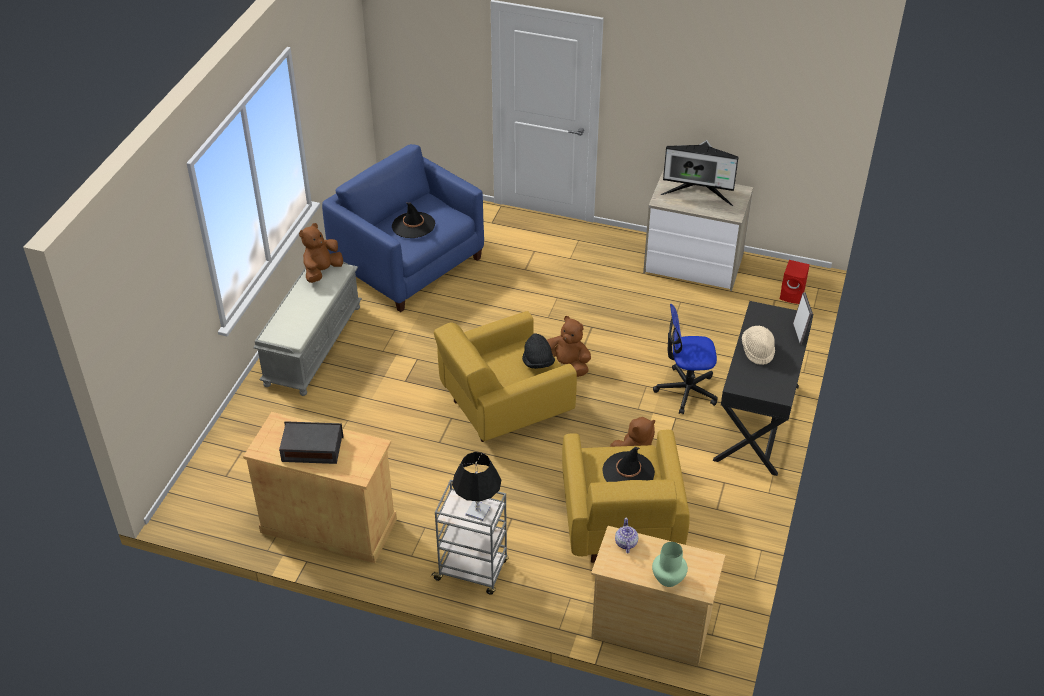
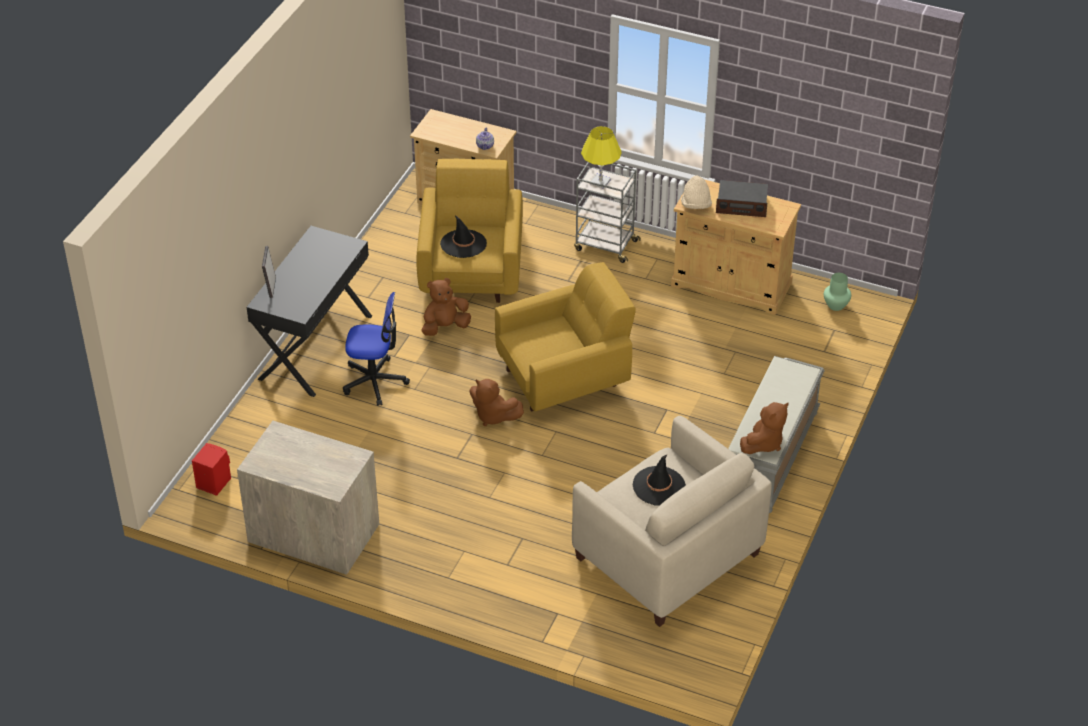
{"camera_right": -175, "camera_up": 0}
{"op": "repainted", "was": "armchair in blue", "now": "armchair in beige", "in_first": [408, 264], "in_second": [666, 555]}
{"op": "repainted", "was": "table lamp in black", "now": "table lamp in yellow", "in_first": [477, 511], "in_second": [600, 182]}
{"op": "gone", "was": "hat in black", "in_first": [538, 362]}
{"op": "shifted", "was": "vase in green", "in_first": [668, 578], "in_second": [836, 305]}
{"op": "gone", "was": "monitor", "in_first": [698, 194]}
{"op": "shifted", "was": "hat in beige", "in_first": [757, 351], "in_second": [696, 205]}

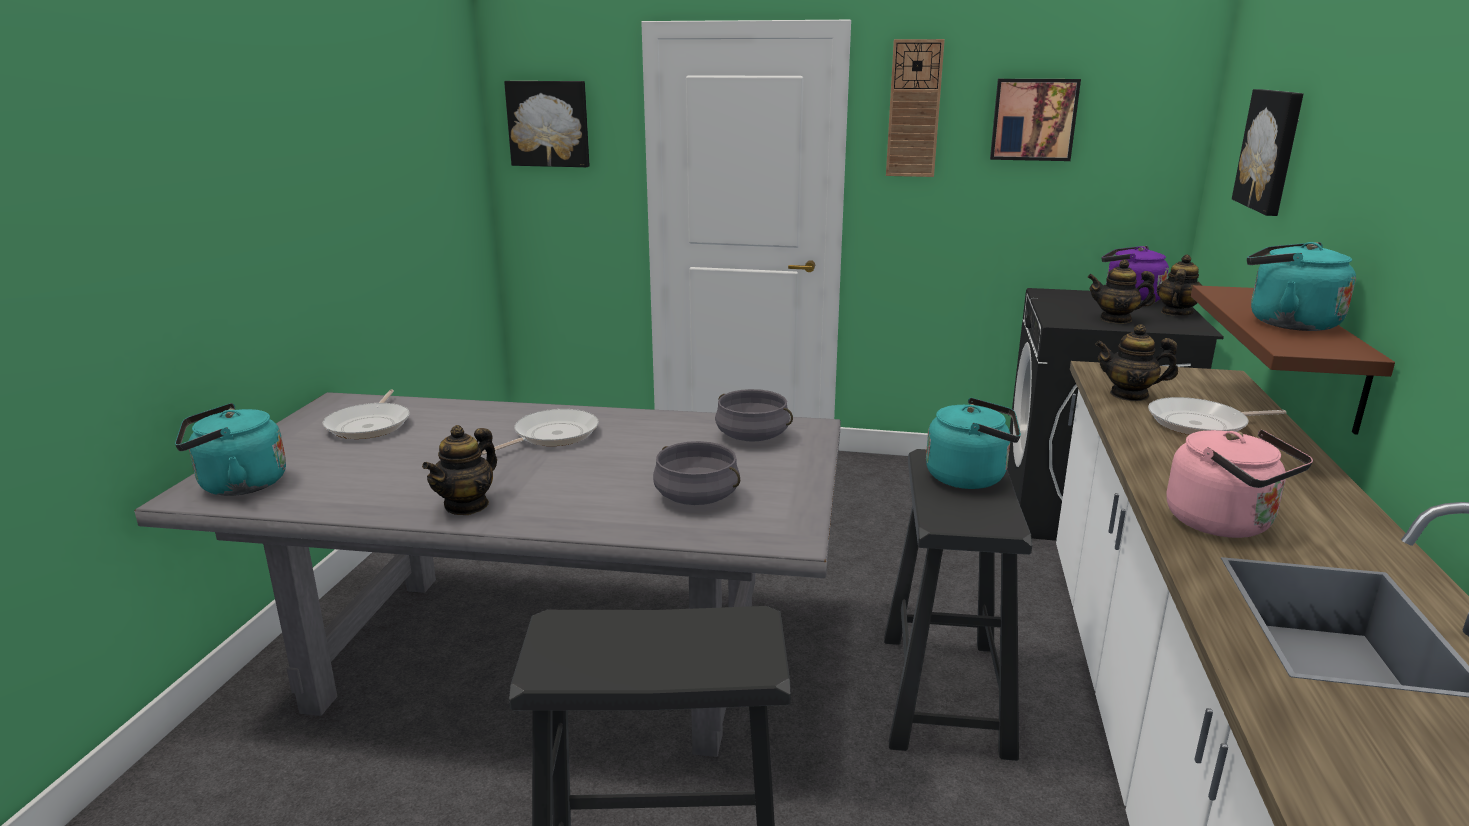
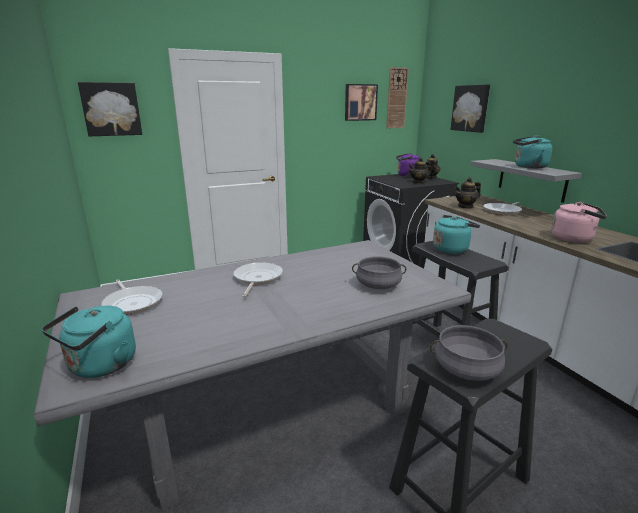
{"camera_right": -35, "camera_up": 0}
{"op": "gone", "was": "teapot", "in_first": [467, 505]}
{"op": "shifted", "was": "cooking pot in grey", "in_first": [752, 436], "in_second": [466, 369]}
{"op": "shifted", "was": "wall clock", "in_first": [914, 109], "in_second": [396, 98]}
{"op": "repainted", "was": "shelf in brown", "now": "shelf in grey", "in_first": [1323, 358], "in_second": [531, 180]}

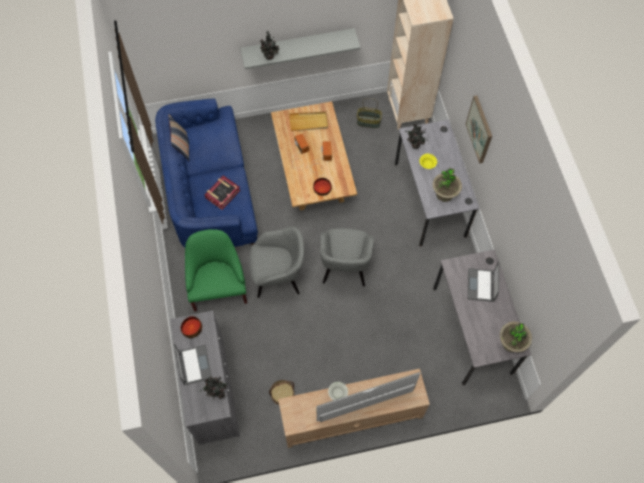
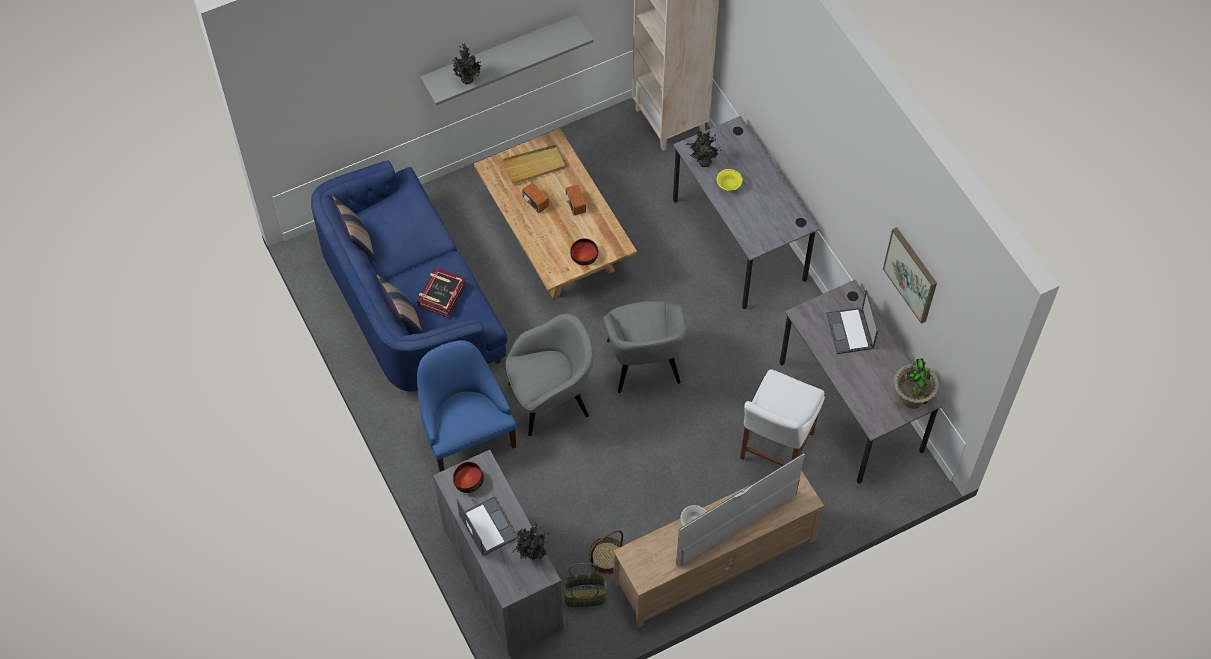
{"camera_right": -15, "camera_up": -5}
{"op": "repainted", "was": "armchair in green", "now": "armchair in blue", "in_first": [218, 287], "in_second": [466, 435]}
{"op": "shifted", "was": "basket", "in_first": [369, 122], "in_second": [585, 595]}
{"op": "gone", "was": "potted plant", "in_first": [444, 194]}
{"op": "shifted", "was": "picture", "in_first": [480, 129], "in_second": [911, 274]}
{"op": "new", "now": "pillow", "in_second": [403, 319]}
{"op": "new", "now": "chair in white", "in_second": [774, 448]}

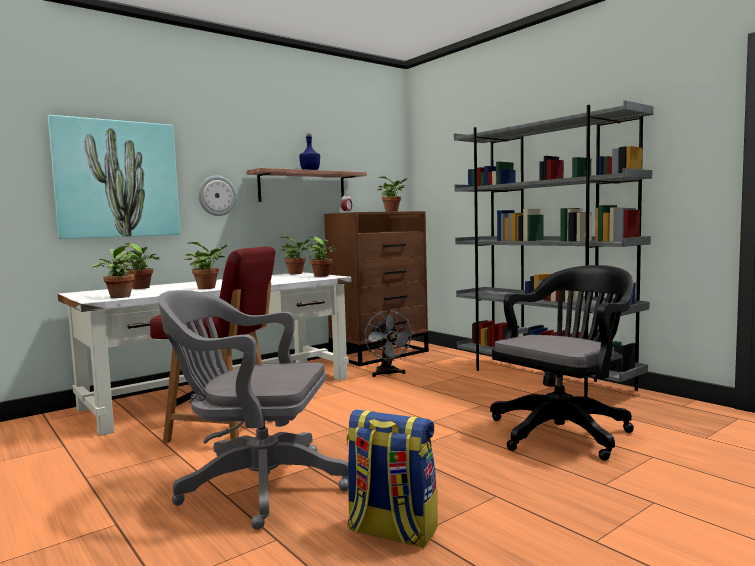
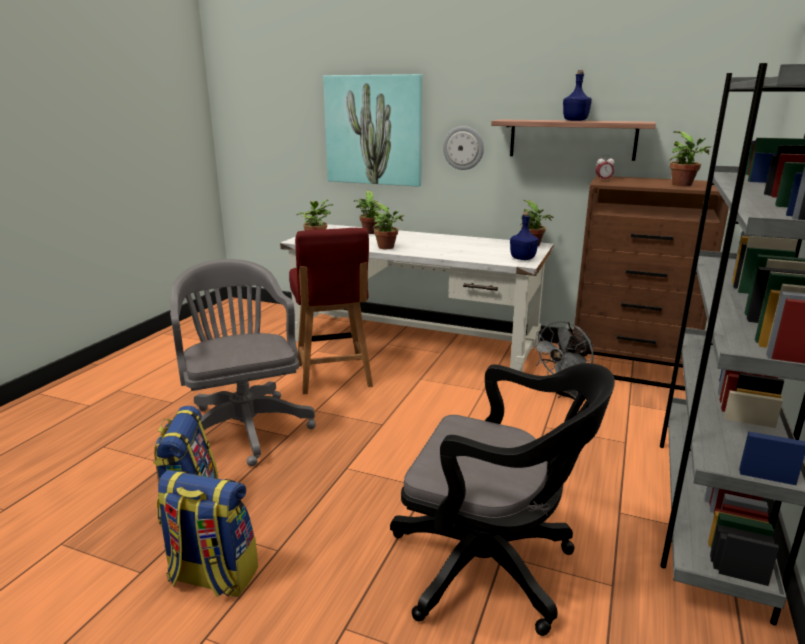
{"camera_right": 60, "camera_up": 15}
{"op": "swapped", "was": "potted plant", "now": "bottle in blue", "in_first": [323, 276], "in_second": [522, 258]}
{"op": "new", "now": "backpack", "in_second": [212, 577]}

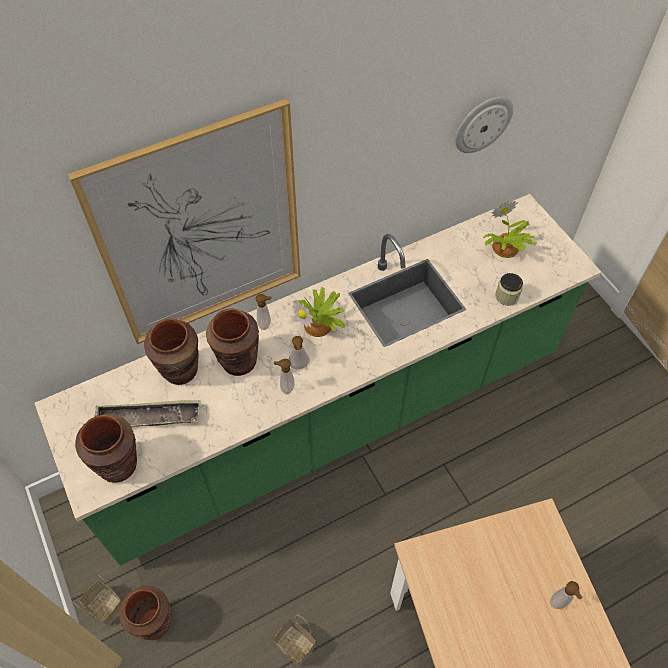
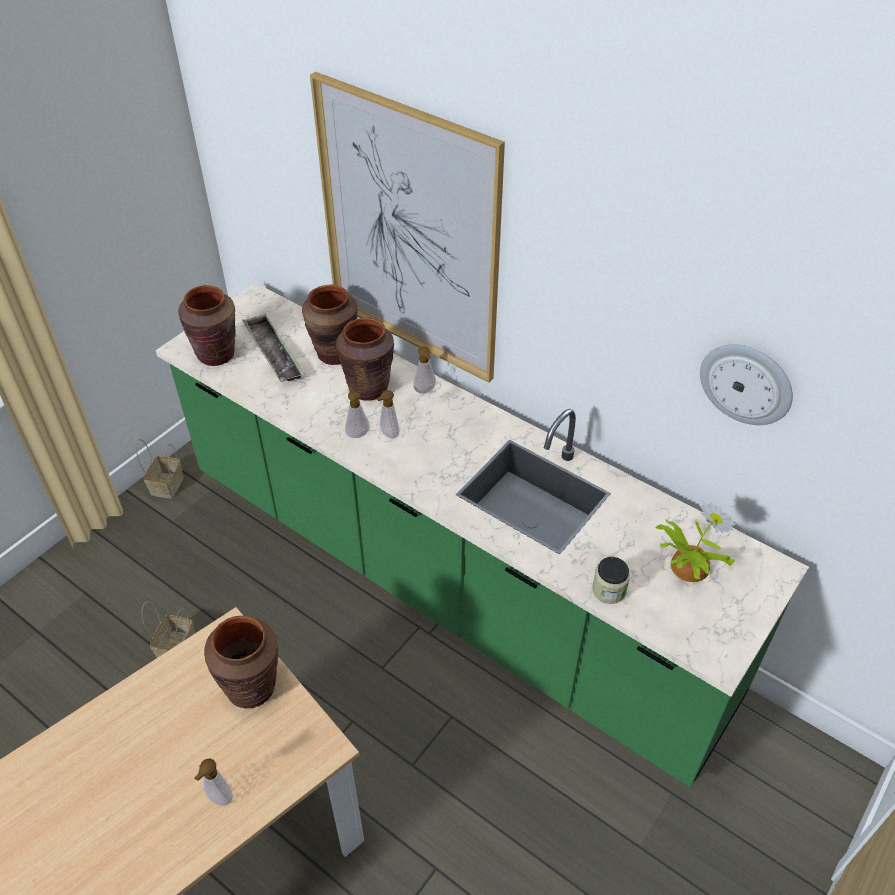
{"camera_right": 65, "camera_up": -10}
{"op": "shifted", "was": "vase in brown", "in_first": [154, 622], "in_second": [252, 687]}
{"op": "gone", "was": "potted plant", "in_first": [320, 324]}

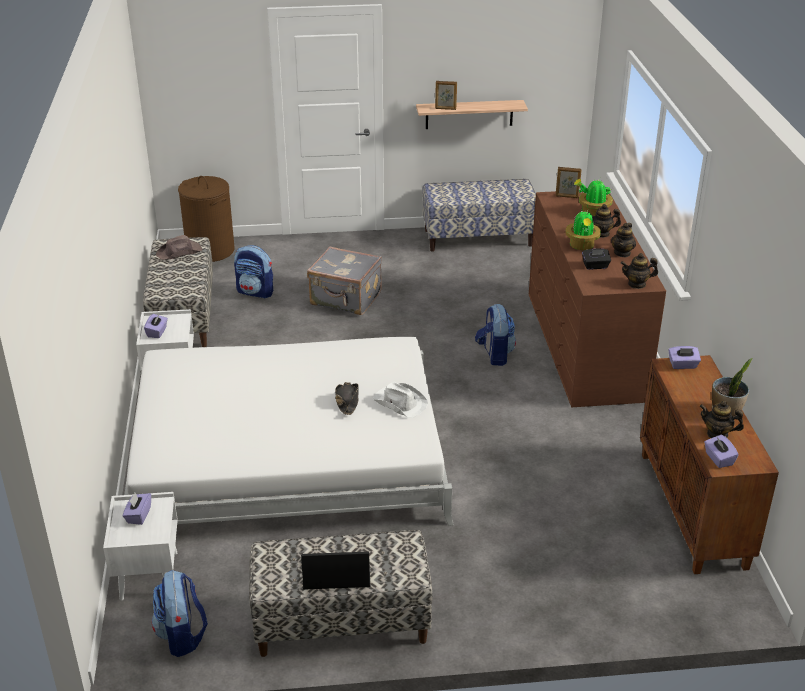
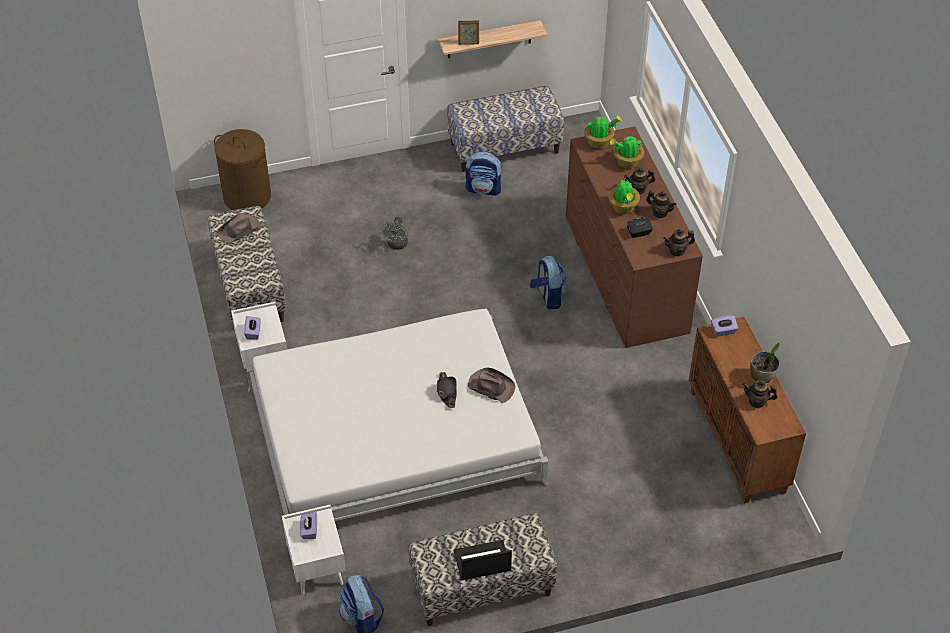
{"camera_right": -10, "camera_up": 15}
{"op": "shifted", "was": "backpack", "in_first": [256, 292], "in_second": [484, 189]}
{"op": "swapped", "was": "suitcase in grey", "now": "fan in grey", "in_first": [345, 299], "in_second": [397, 245]}
{"op": "repainted", "was": "hat in white", "now": "hat in brown", "in_first": [400, 402], "in_second": [491, 386]}
{"op": "swapped", "was": "picture frame", "now": "potted plant", "in_first": [567, 196], "in_second": [600, 142]}
{"op": "rotated", "was": "teapot", "in_first": [622, 253], "in_second": [660, 213], "clockwise": -75}
{"op": "gone", "was": "tissue box in purple", "in_first": [718, 459]}

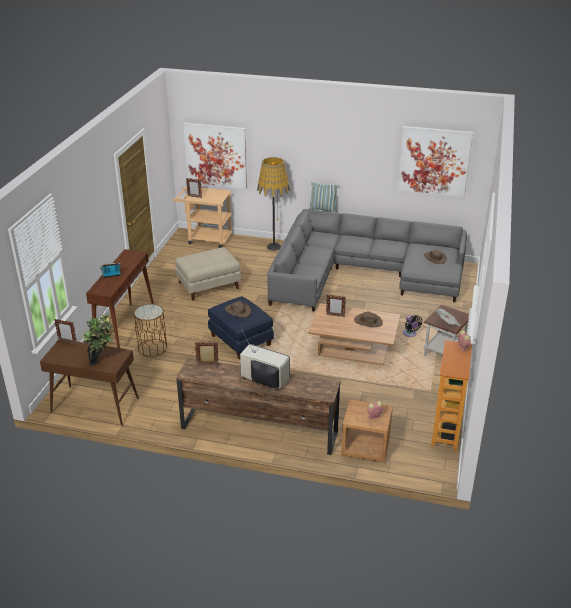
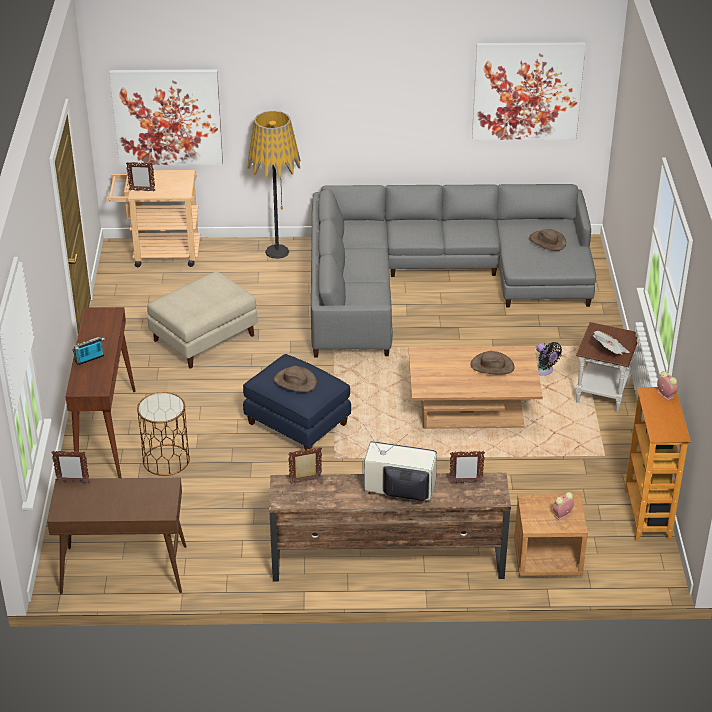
{"camera_right": -15, "camera_up": 5}
{"op": "gone", "was": "potted plant", "in_first": [102, 361]}
{"op": "gone", "was": "pillow", "in_first": [322, 209]}
{"op": "shifted", "was": "picture frame", "in_first": [335, 315], "in_second": [465, 482]}

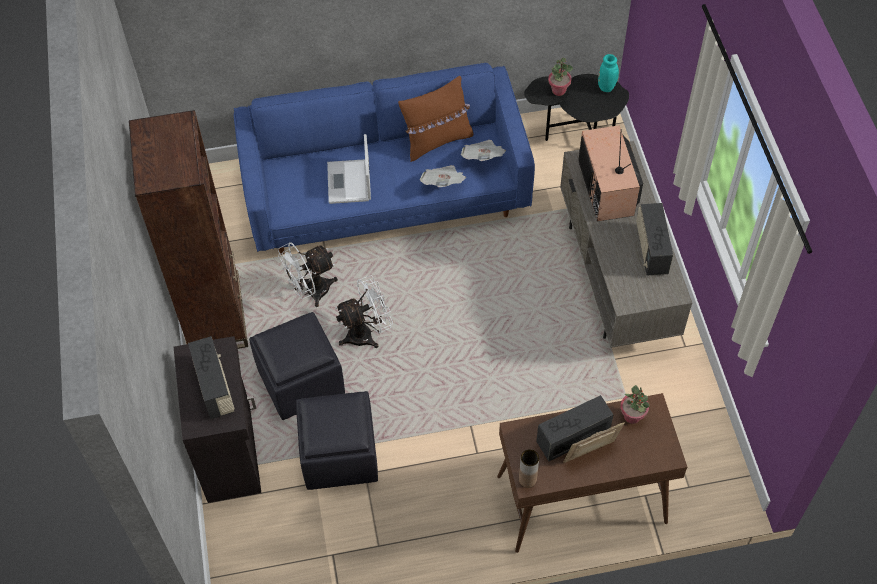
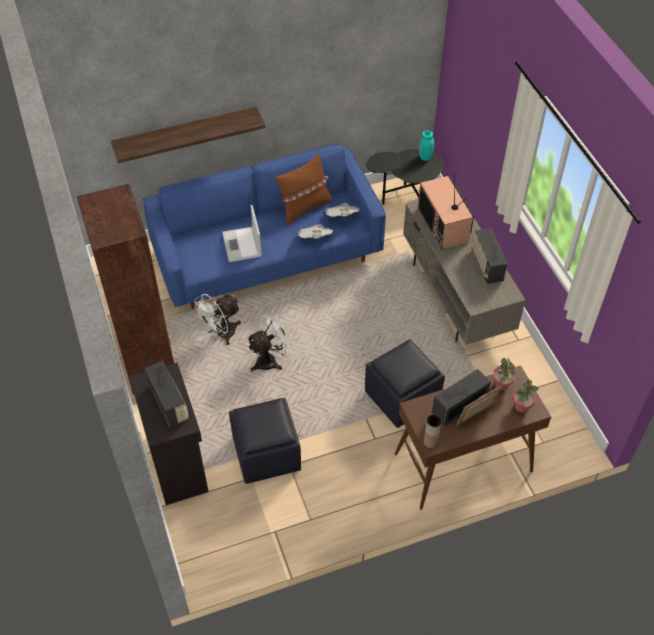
{"camera_right": -10, "camera_up": -5}
{"op": "shifted", "was": "ottoman in black", "in_first": [301, 380], "in_second": [402, 396]}
{"op": "shifted", "was": "potted plant", "in_first": [558, 90], "in_second": [521, 407]}
{"op": "new", "now": "shelf", "in_second": [186, 134]}

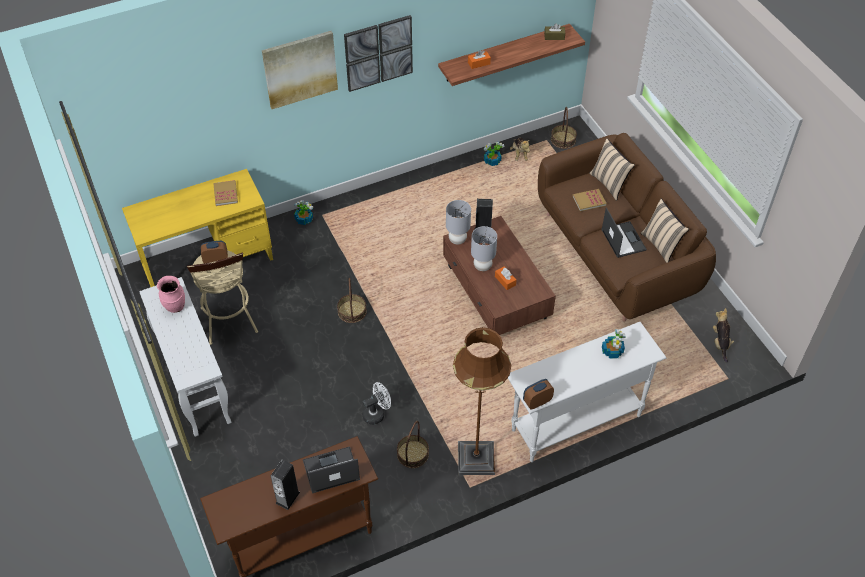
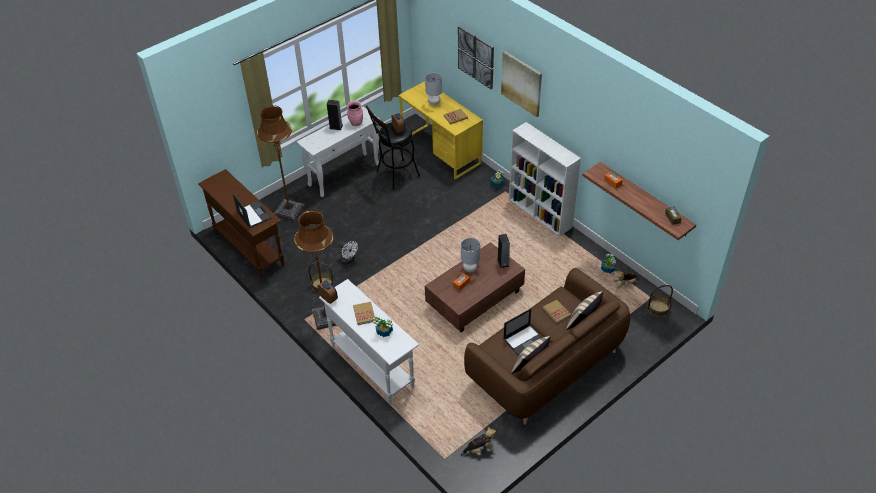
{"camera_right": 75, "camera_up": -5}
{"op": "repainted", "was": "stool in beige", "now": "stool in black", "in_first": [230, 324], "in_second": [395, 176]}
{"op": "shifted", "was": "speaker", "in_first": [287, 497], "in_second": [336, 127]}
{"op": "gone", "was": "basket", "in_first": [352, 311]}
{"op": "shifted", "was": "picture", "in_first": [378, 53], "in_second": [476, 57]}
{"op": "shifted", "was": "table lamp in grey", "in_first": [458, 239], "in_second": [434, 103]}
{"op": "new", "now": "floor lamp in brown", "in_second": [289, 211]}
{"op": "new", "now": "book", "in_second": [364, 314]}
{"op": "new", "now": "bookcase in white", "in_second": [540, 213]}

